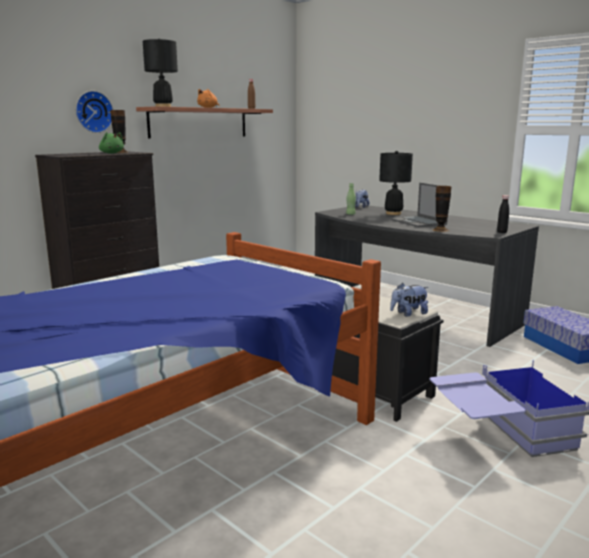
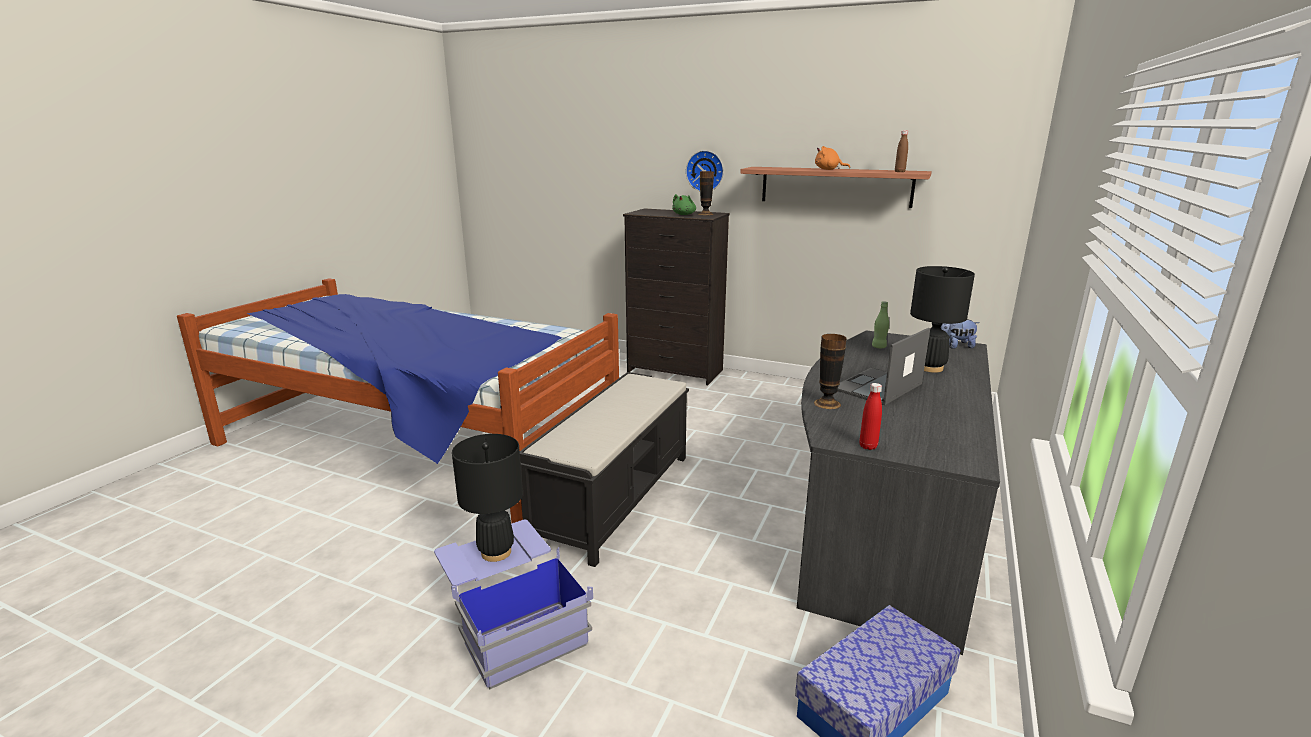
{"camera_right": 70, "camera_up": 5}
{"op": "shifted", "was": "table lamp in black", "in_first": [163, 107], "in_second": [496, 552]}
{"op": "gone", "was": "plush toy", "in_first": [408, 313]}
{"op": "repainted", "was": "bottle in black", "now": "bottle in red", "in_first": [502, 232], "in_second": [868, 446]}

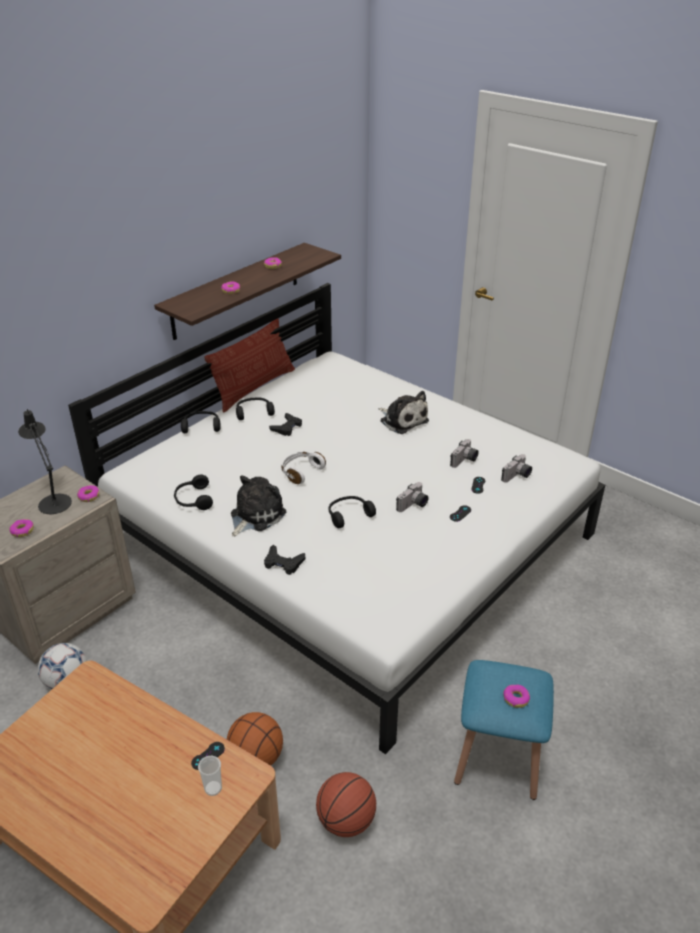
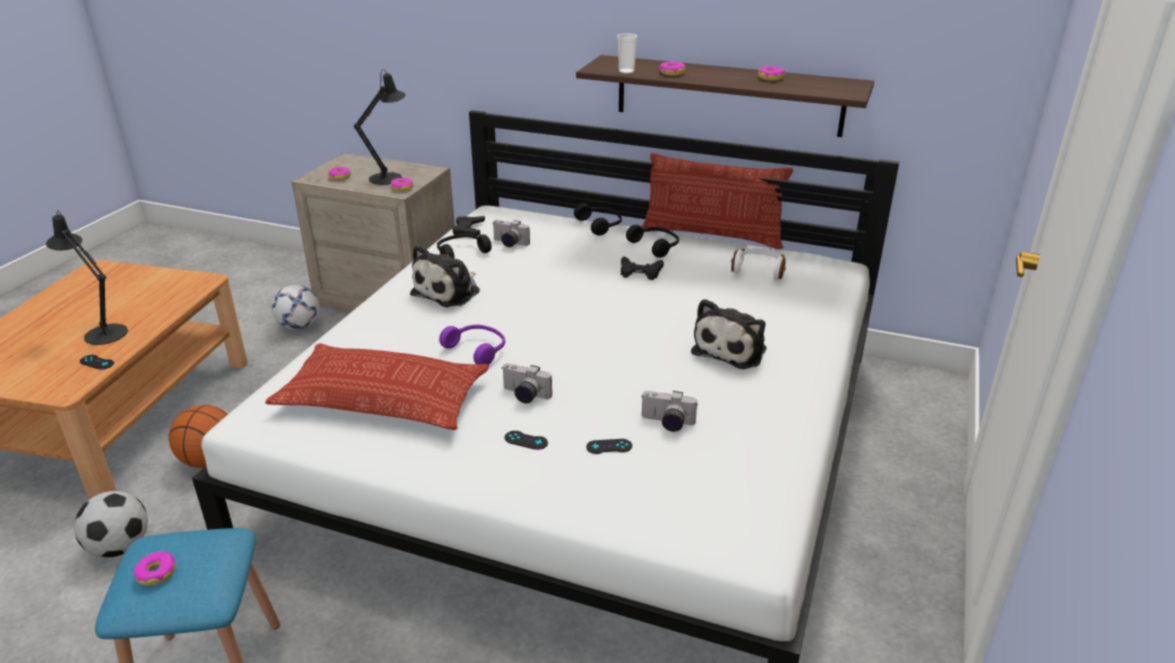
{"camera_right": 70, "camera_up": -5}
{"op": "shifted", "was": "cup", "in_first": [213, 788], "in_second": [626, 71]}
{"op": "rotated", "was": "plush toy", "in_first": [255, 515], "in_second": [449, 292], "clockwise": 105}
{"op": "shifted", "was": "game controller in black", "in_first": [283, 563], "in_second": [468, 230]}
{"op": "shifted", "was": "headphones in white", "in_first": [301, 472], "in_second": [758, 270]}
{"op": "swapped", "was": "basketball", "now": "football", "in_first": [346, 821], "in_second": [120, 547]}
{"op": "repainted", "was": "headphones in black", "now": "headphones in purple", "in_first": [348, 515], "in_second": [477, 350]}
{"op": "shifted", "was": "photo camera", "in_first": [517, 476], "in_second": [509, 243]}
{"op": "new", "now": "table lamp in black", "in_second": [102, 332]}
{"op": "new", "now": "pillow", "in_second": [383, 398]}

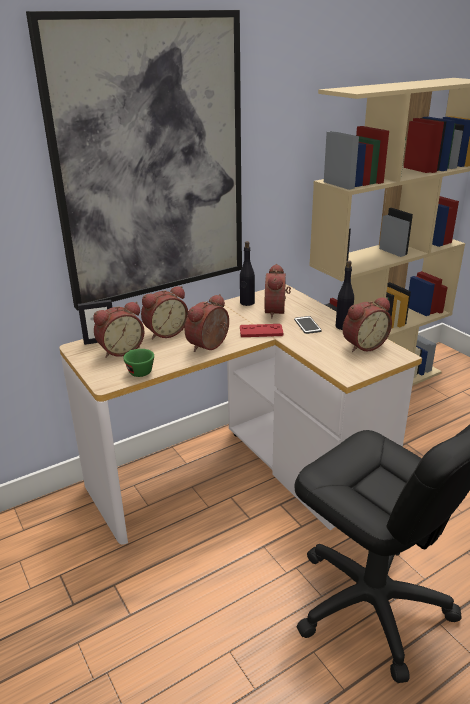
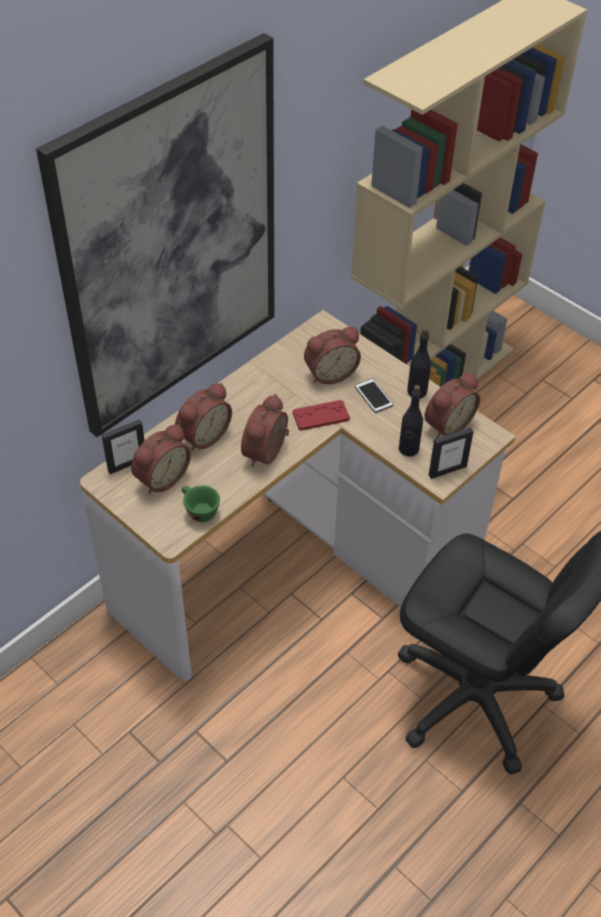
{"camera_right": -15, "camera_up": 20}
{"op": "shifted", "was": "bottle in black", "in_first": [247, 303], "in_second": [408, 449]}
{"op": "rotated", "was": "alarm clock", "in_first": [277, 311], "in_second": [330, 373], "clockwise": -105}
{"op": "new", "now": "picture frame", "in_second": [447, 470]}

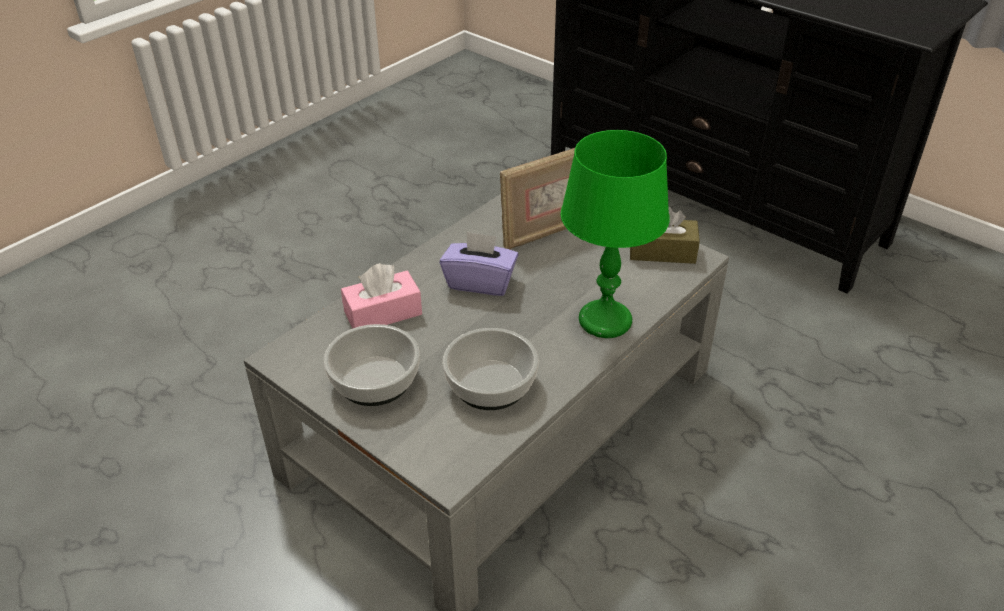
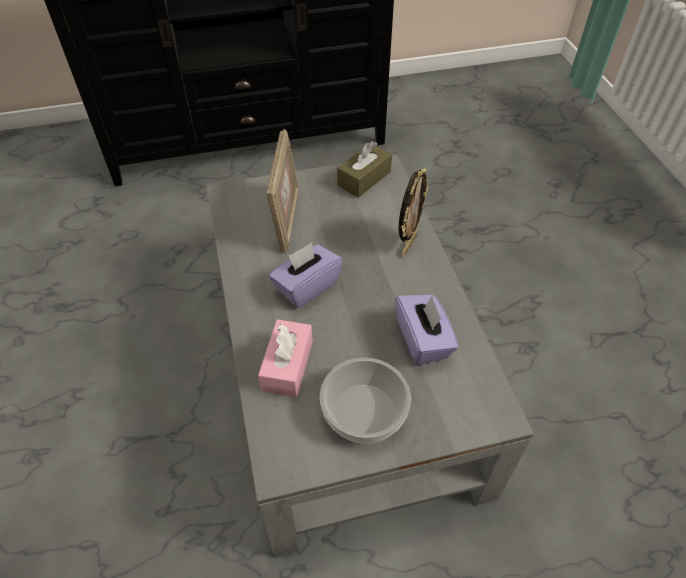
{"camera_right": -55, "camera_up": 10}
{"op": "swapped", "was": "bowl", "now": "tissue box in purple", "in_first": [491, 383], "in_second": [423, 340]}
{"op": "swapped", "was": "table lamp in green", "now": "picture frame", "in_first": [605, 320], "in_second": [408, 244]}

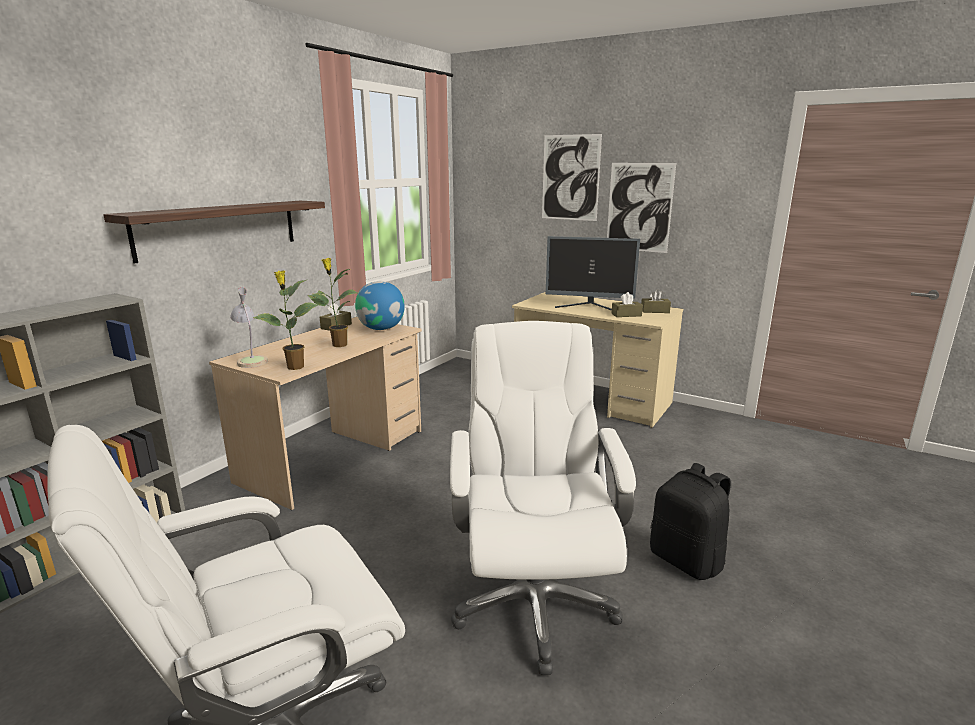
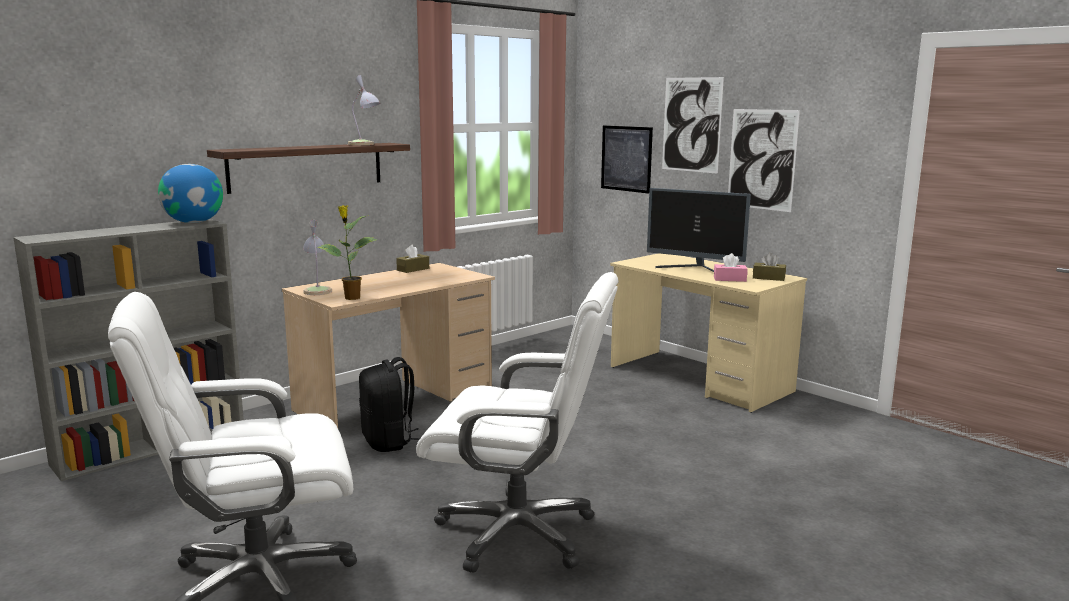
{"camera_right": 15, "camera_up": -5}
{"op": "gone", "was": "potted plant", "in_first": [338, 345]}
{"op": "shifted", "was": "globe", "in_first": [381, 329], "in_second": [194, 222]}
{"op": "rotated", "was": "office chair in white", "in_first": [533, 602], "in_second": [518, 532], "clockwise": 90}
{"op": "repainted", "was": "tissue box in brown", "now": "tissue box in pink", "in_first": [626, 315], "in_second": [729, 279]}
{"op": "shifted", "was": "backpack in black", "in_first": [687, 560], "in_second": [389, 442]}
{"op": "new", "now": "table lamp", "in_second": [365, 144]}
{"op": "new", "now": "picture", "in_second": [626, 158]}

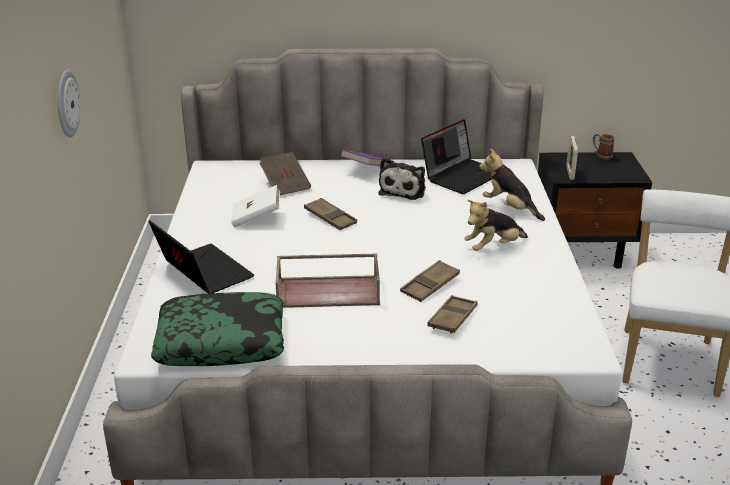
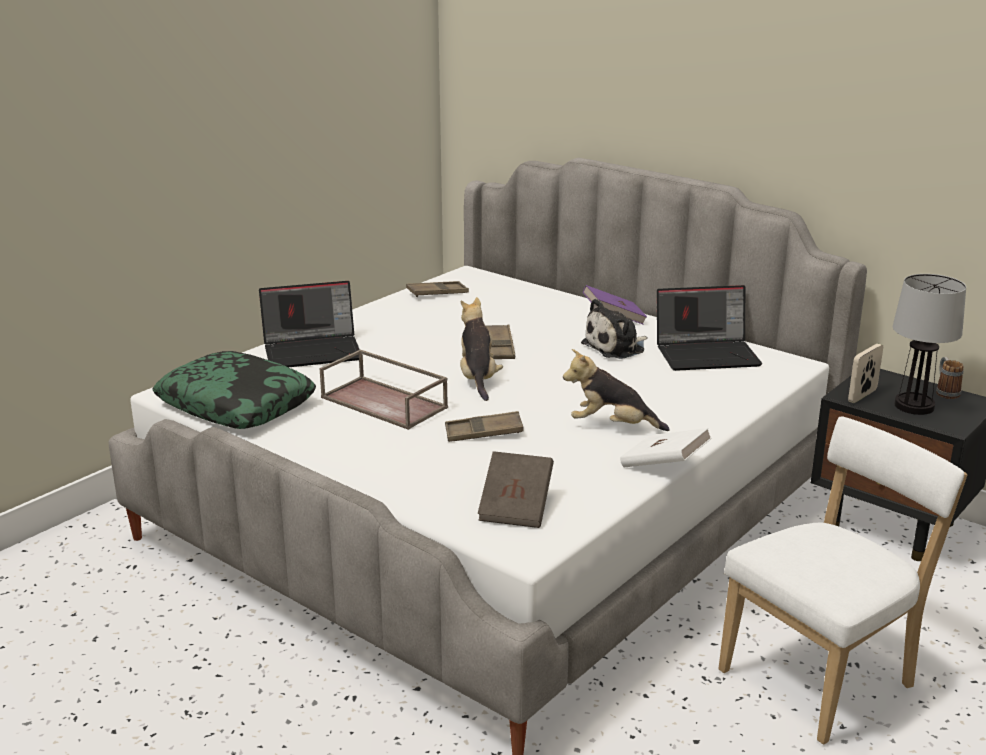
{"camera_right": 40, "camera_up": -5}
{"op": "gone", "was": "wall clock", "in_first": [66, 103]}
{"op": "rotated", "was": "laptop", "in_first": [202, 272], "in_second": [313, 350], "clockwise": 75}
{"op": "shifted", "was": "book in white", "in_first": [256, 218], "in_second": [664, 466]}
{"op": "shifted", "was": "book in brown", "in_first": [285, 184], "in_second": [516, 507]}
{"op": "shifted", "was": "tray in brown", "in_first": [452, 318], "in_second": [437, 293]}
{"op": "shifted", "was": "plush toy", "in_first": [509, 208], "in_second": [478, 379]}
{"op": "new", "now": "table lamp", "in_second": [915, 406]}

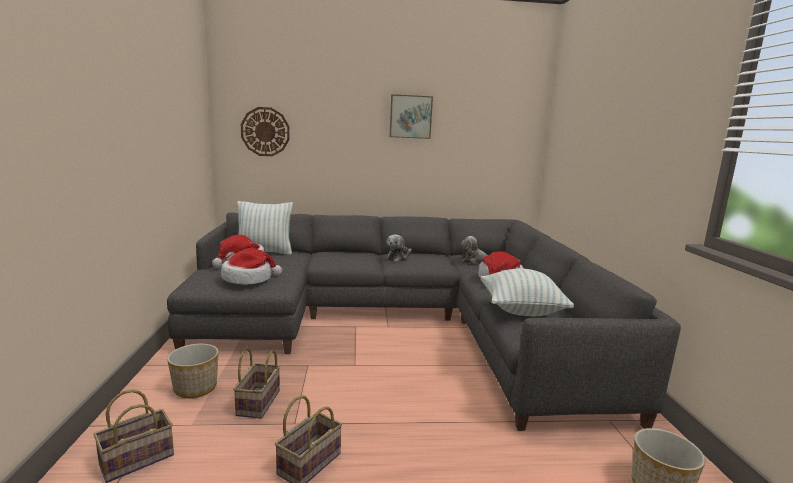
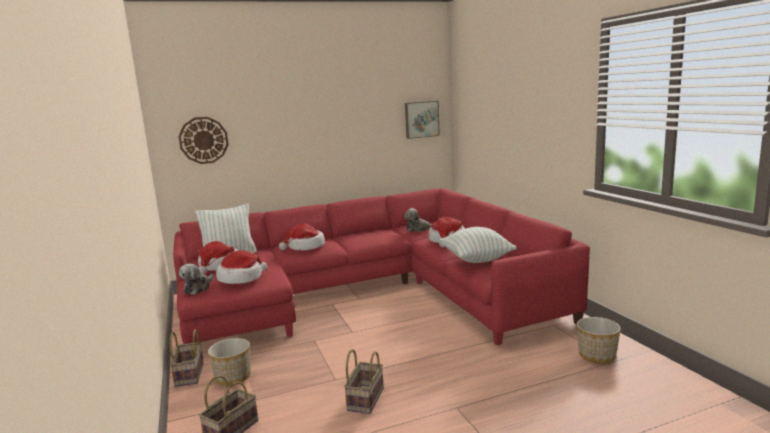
{"camera_right": -15, "camera_up": 0}
{"op": "repainted", "was": "sofa in grey", "now": "sofa in red", "in_first": [403, 322], "in_second": [370, 292]}
{"op": "shifted", "was": "basket", "in_first": [259, 403], "in_second": [190, 375]}
{"op": "shifted", "was": "plush toy", "in_first": [399, 258], "in_second": [198, 288]}
{"op": "shifted", "was": "picture", "in_first": [410, 117], "in_second": [421, 119]}
{"op": "new", "now": "hat", "in_second": [305, 247]}

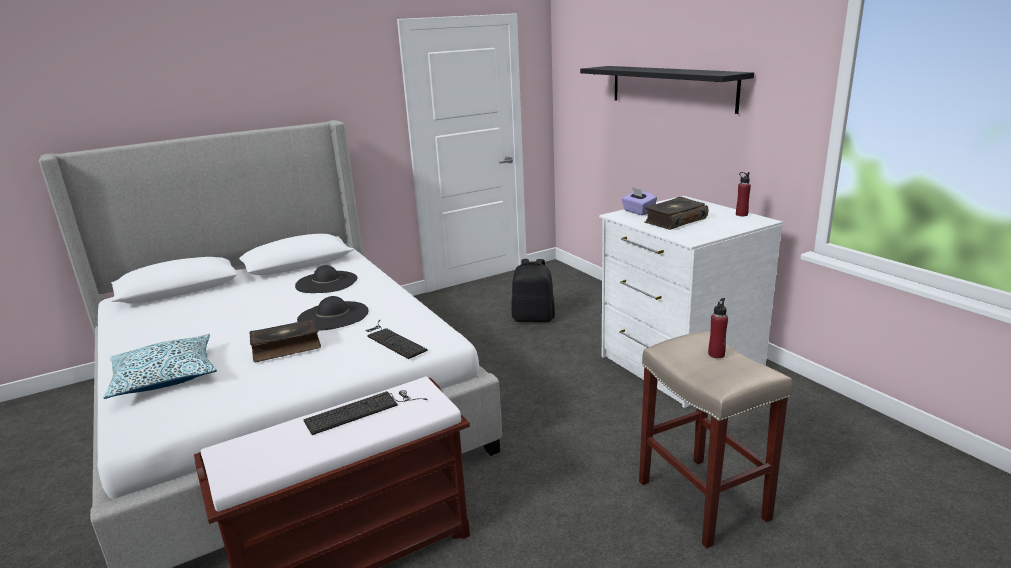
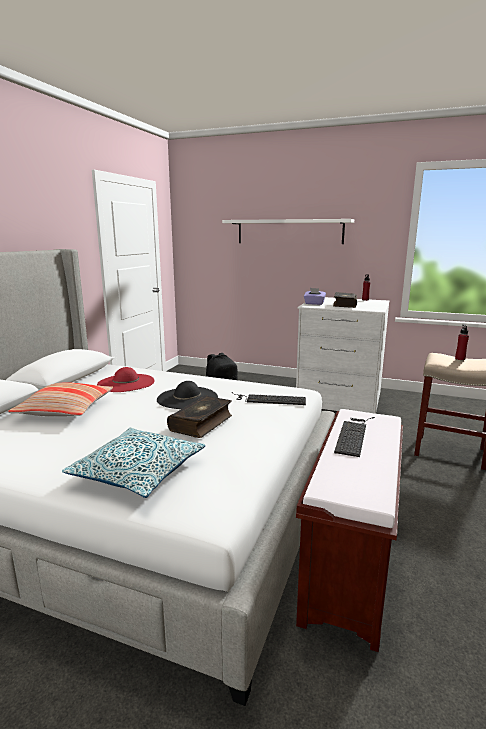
{"camera_right": -40, "camera_up": -5}
{"op": "repainted", "was": "hat in black", "now": "hat in red", "in_first": [326, 282], "in_second": [126, 383]}
{"op": "repainted", "was": "shelf in black", "now": "shelf in white", "in_first": [671, 87], "in_second": [289, 231]}
{"op": "new", "now": "pillow", "in_second": [65, 409]}

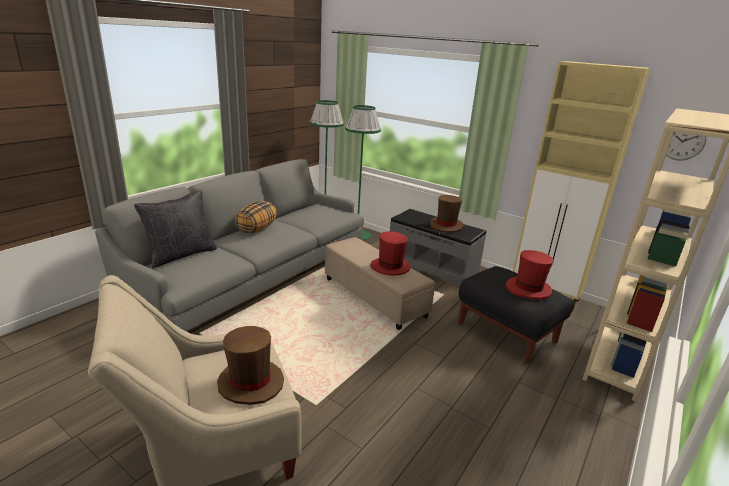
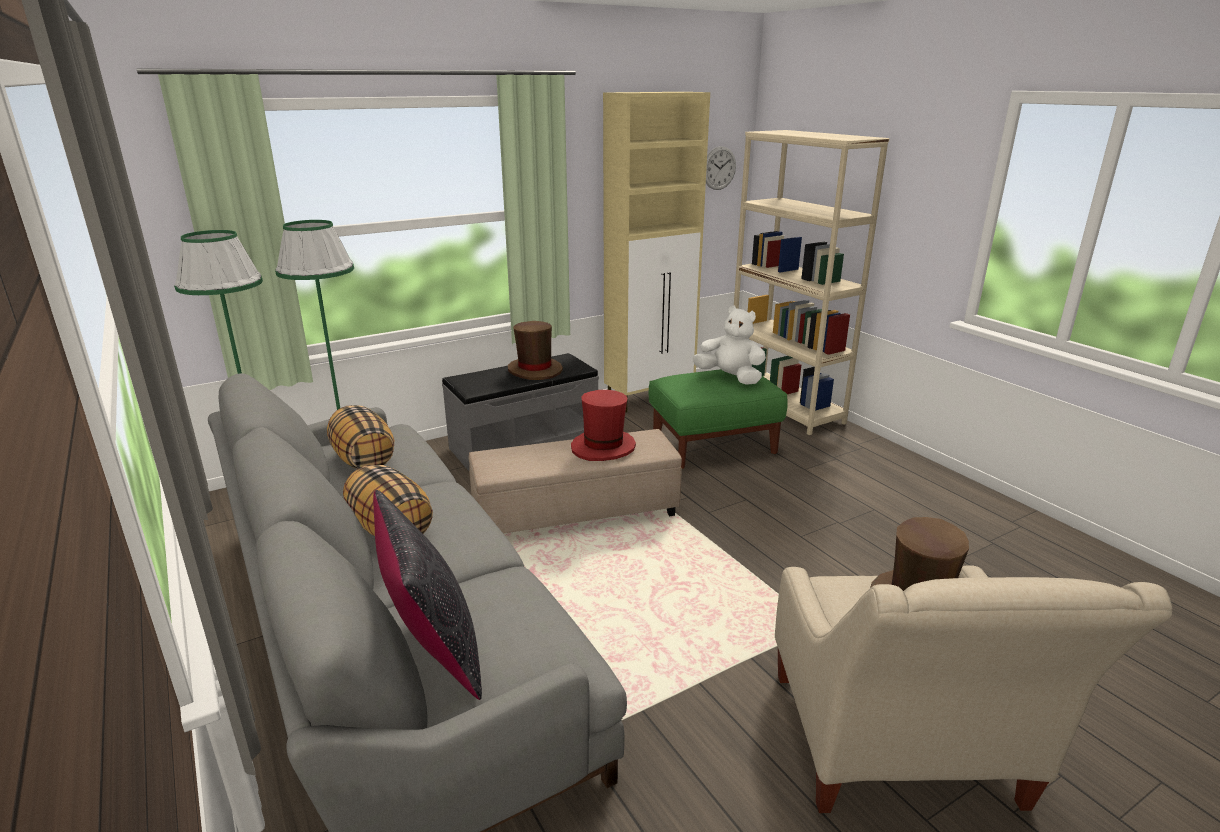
{"camera_right": -65, "camera_up": 0}
{"op": "repainted", "was": "ottoman in black", "now": "ottoman in green", "in_first": [507, 333], "in_second": [714, 445]}
{"op": "swapped", "was": "hat in red", "now": "plush toy in white", "in_first": [528, 289], "in_second": [730, 378]}
{"op": "new", "now": "pillow", "in_second": [363, 460]}

